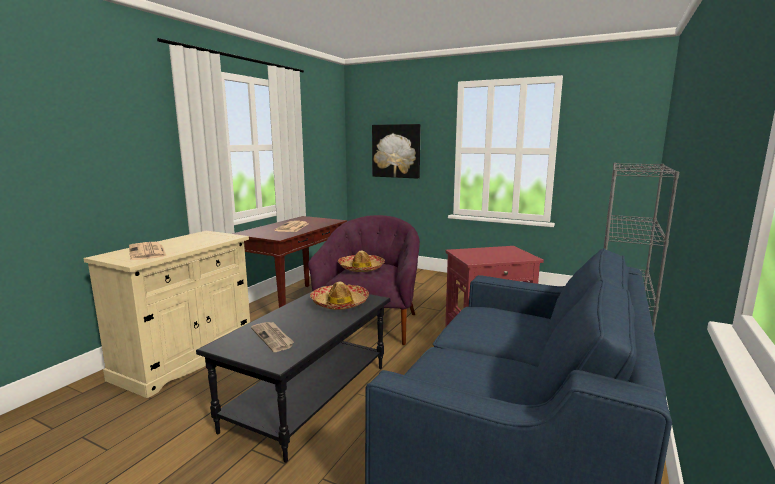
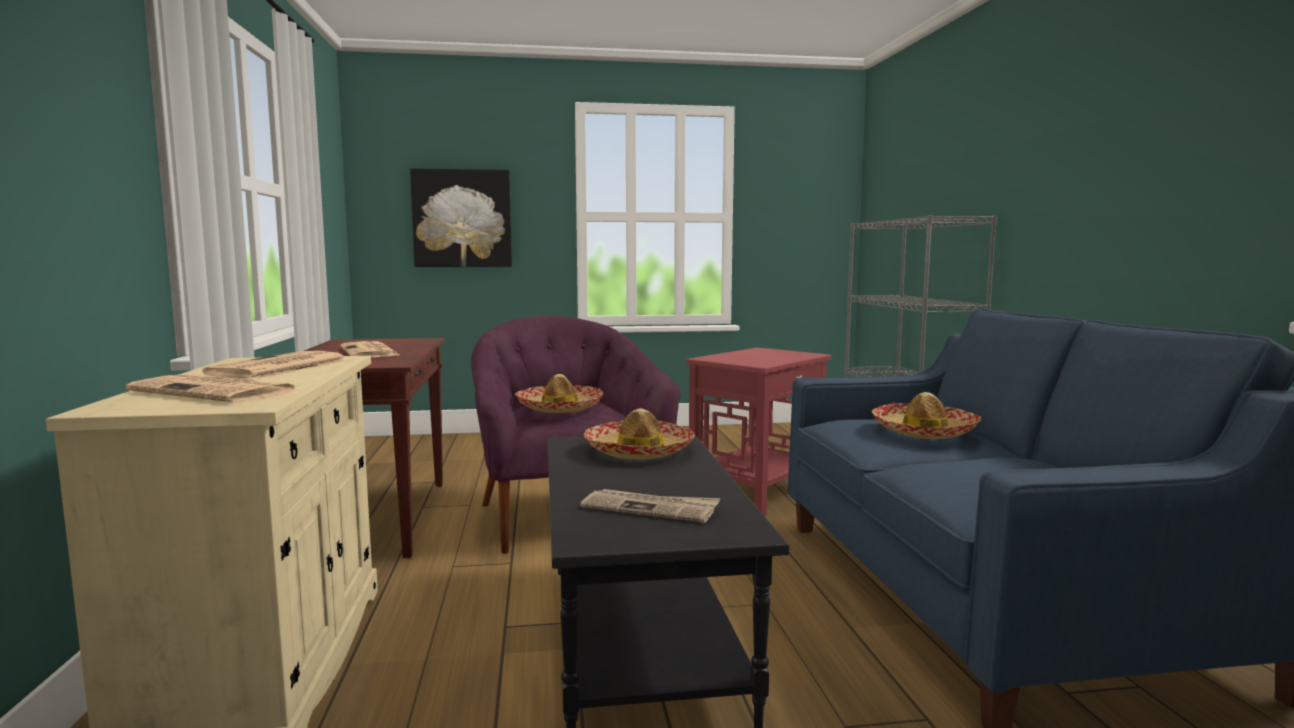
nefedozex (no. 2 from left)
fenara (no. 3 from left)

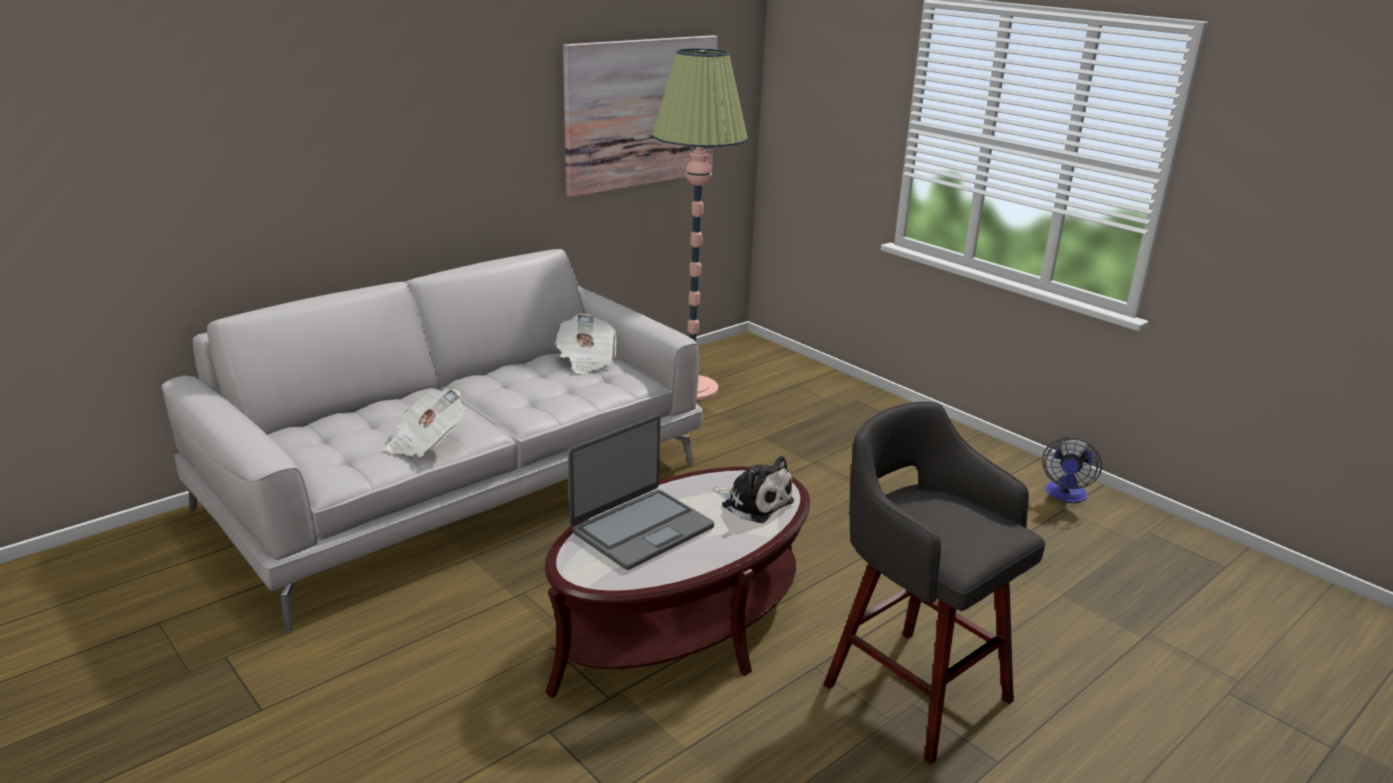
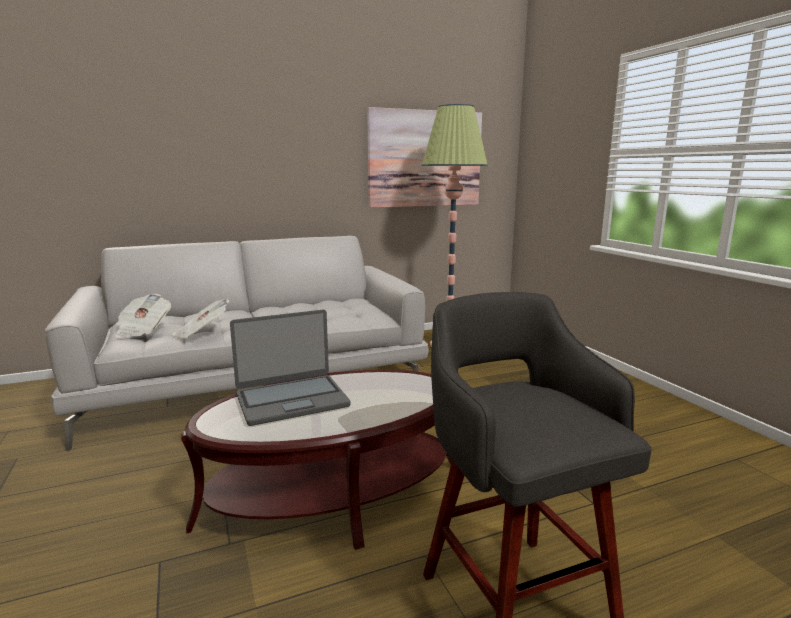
nefedozex (no. 1 from left)
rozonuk
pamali

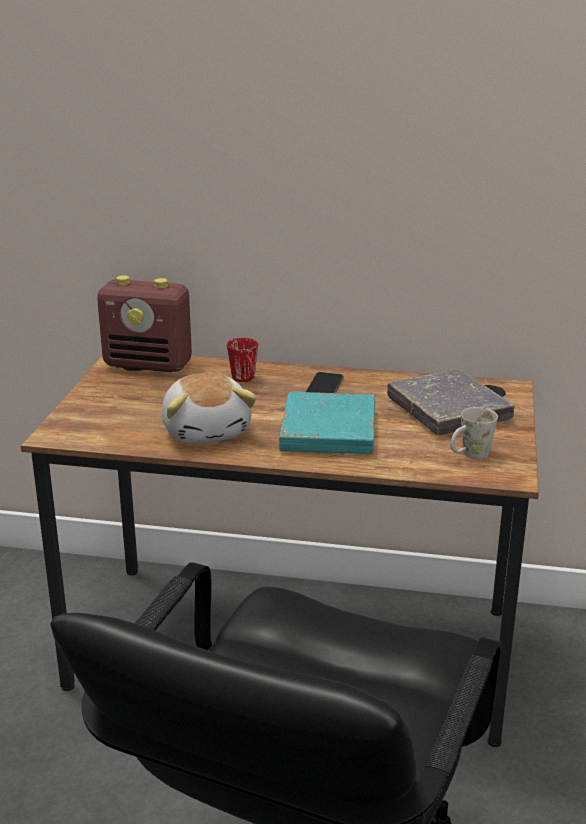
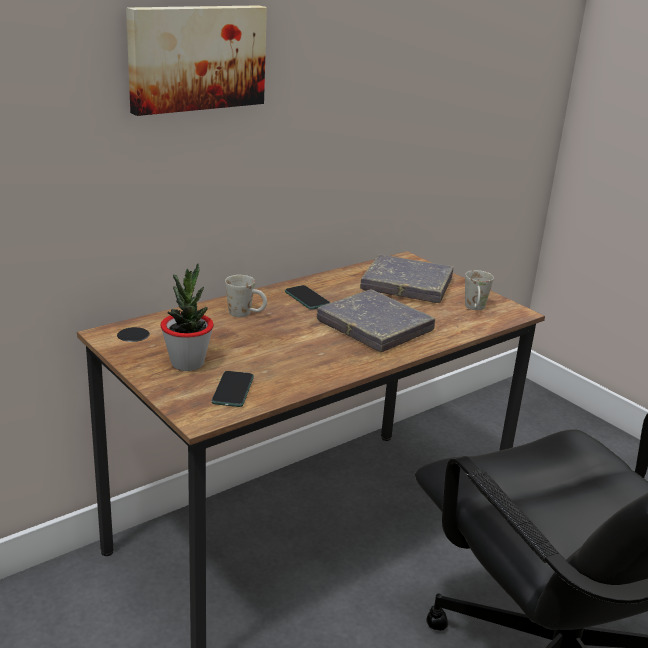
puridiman
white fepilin (no. 1 from left)
pamali
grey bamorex (no. 1 from left)
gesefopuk
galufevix
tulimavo (no. 1 from left)

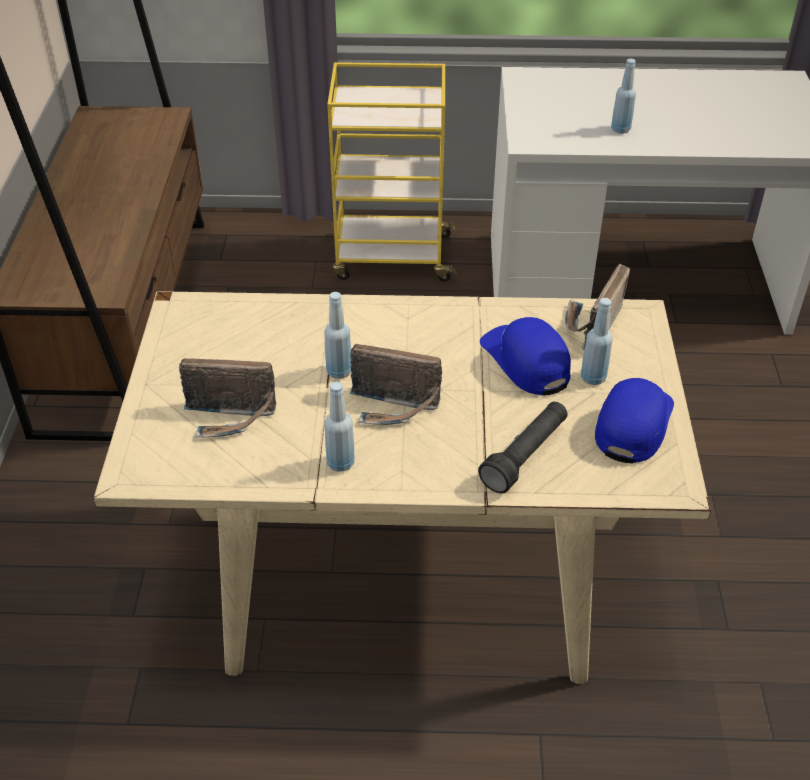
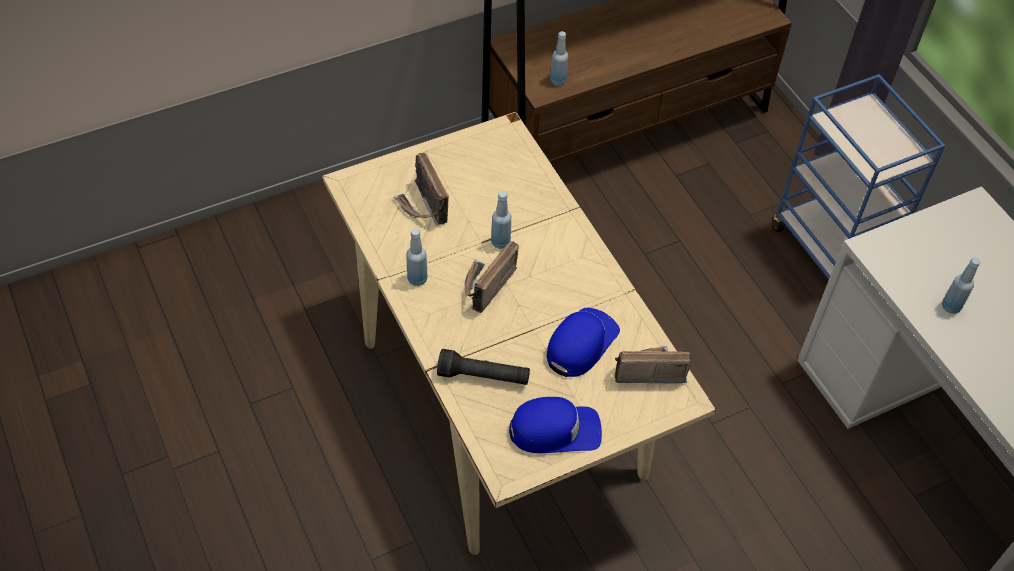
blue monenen
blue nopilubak (no. 3 from left)
puridiman (no. 2 from left)

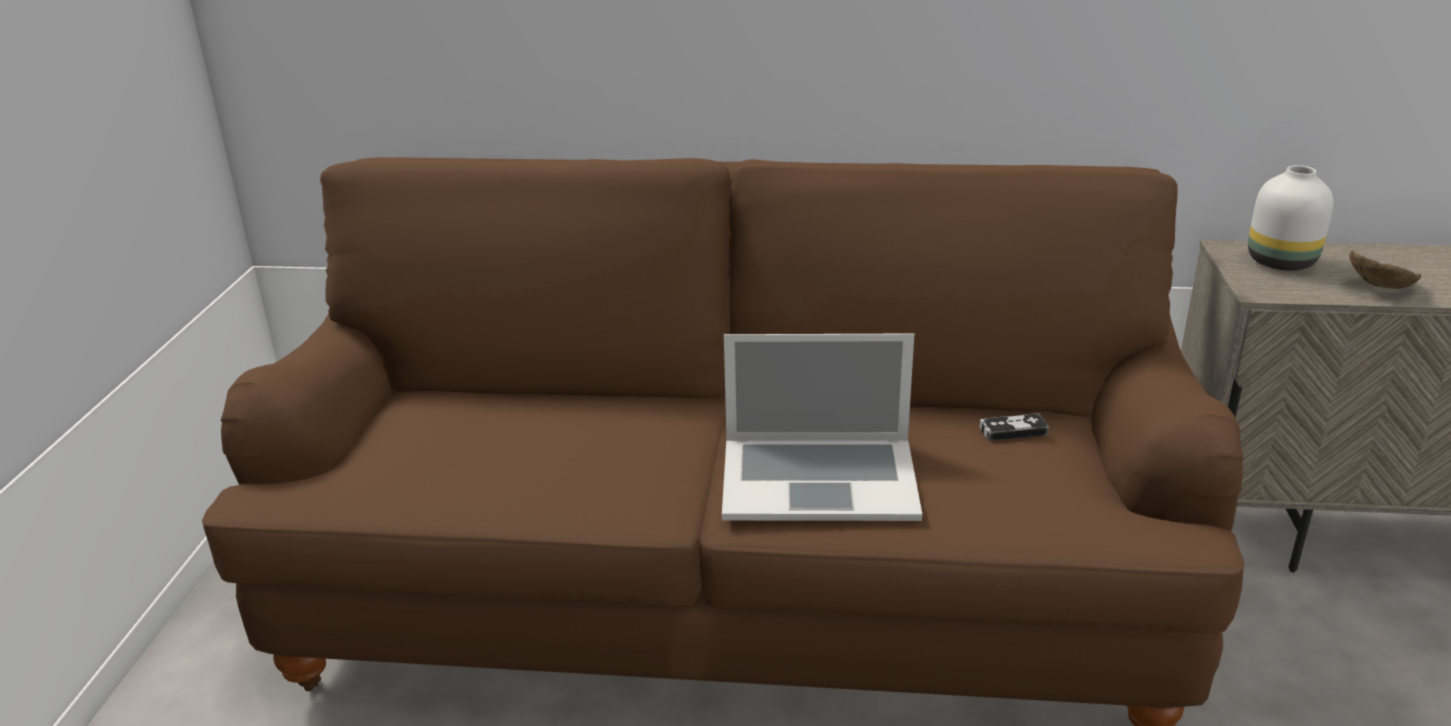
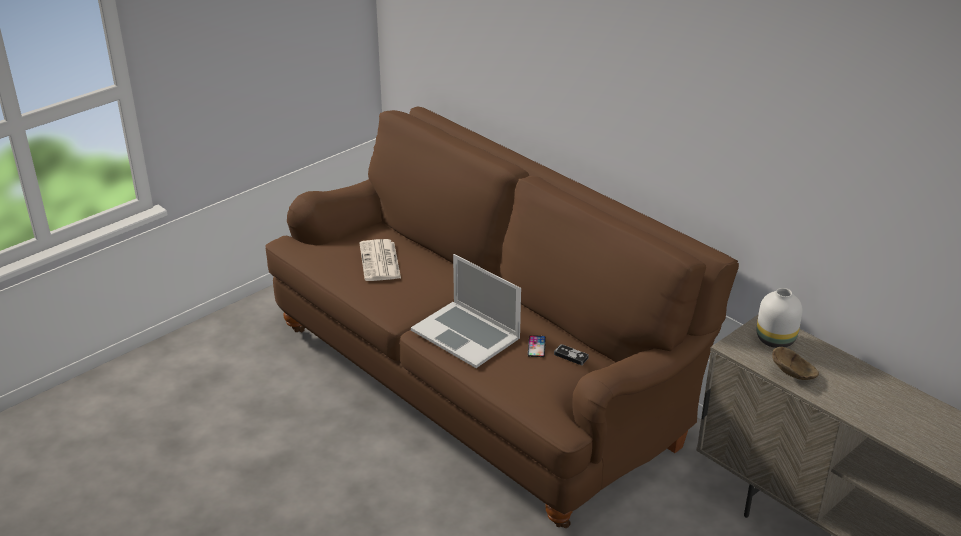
nefedozex
tulimavo

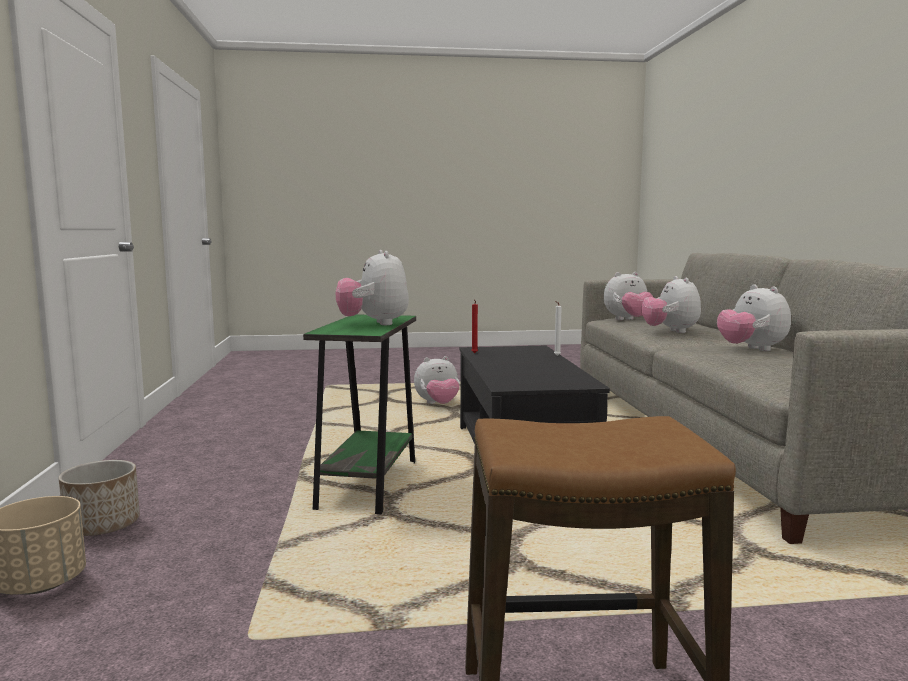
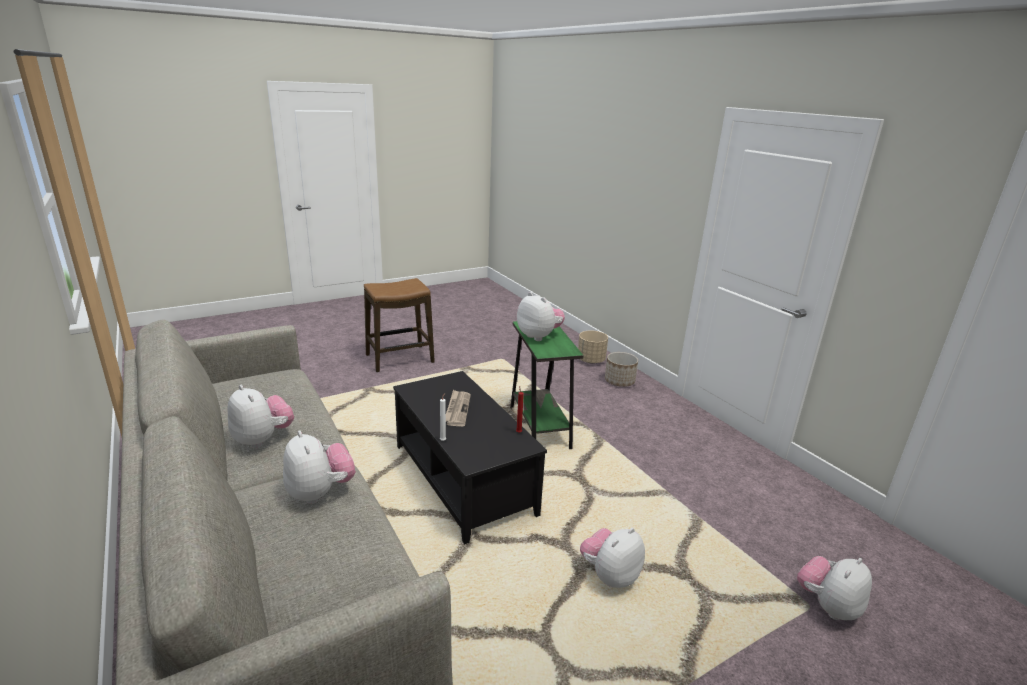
pamali (no. 5 from left)
nefedozex

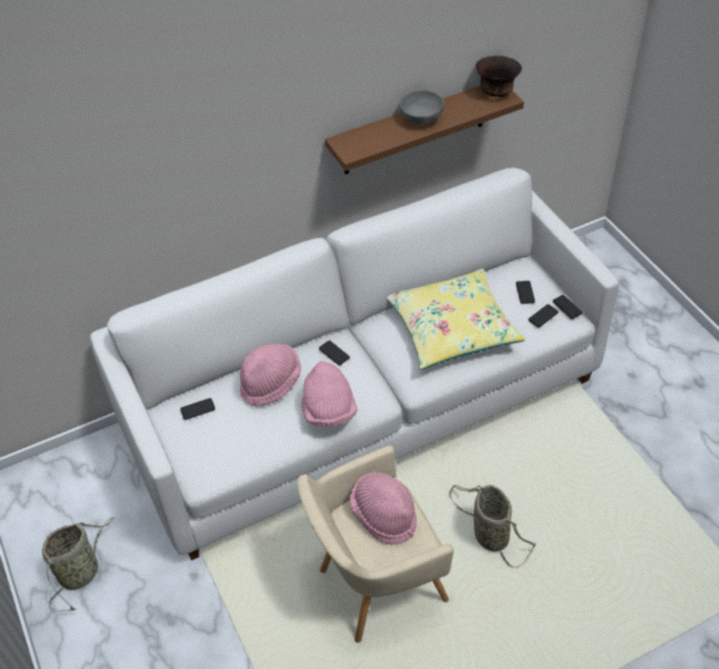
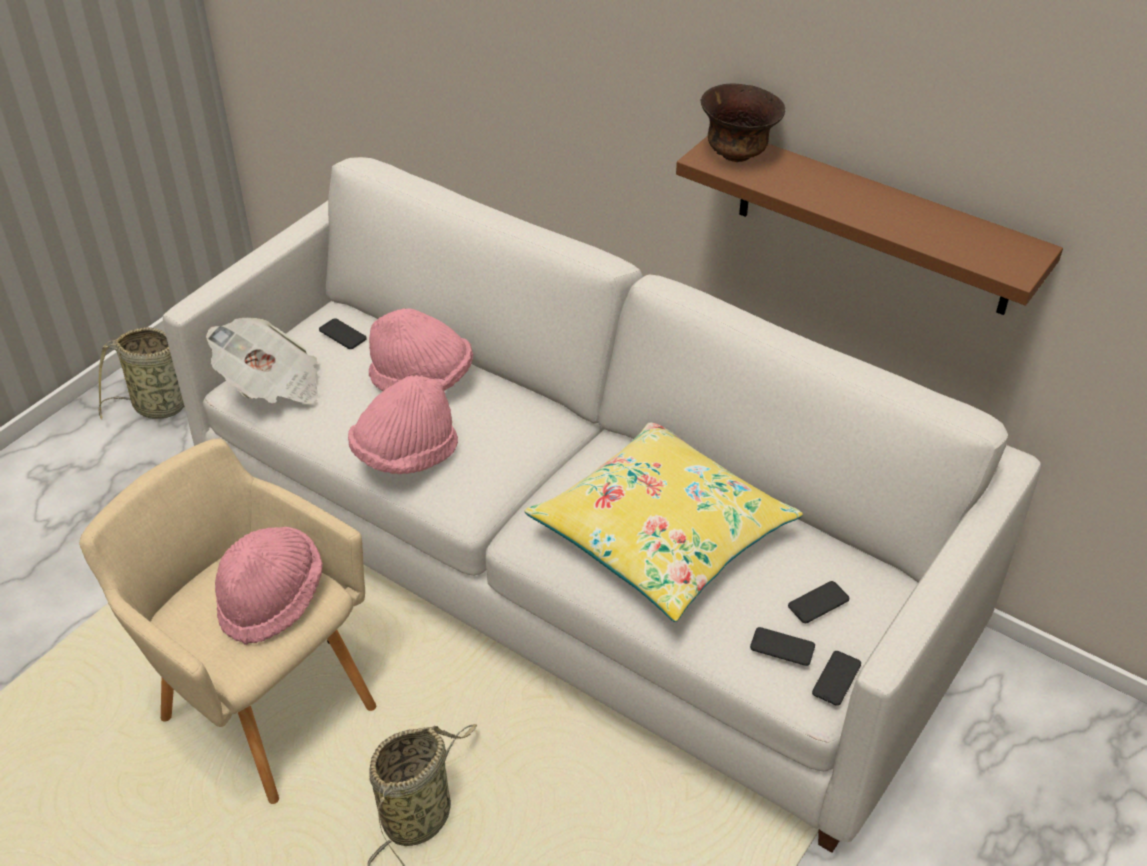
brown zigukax
grey zigukax
tulimavo (no. 2 from left in the first image)
nefedozex

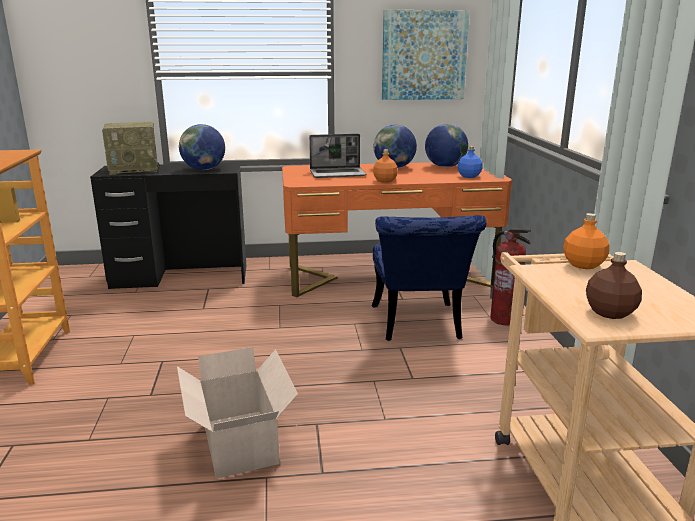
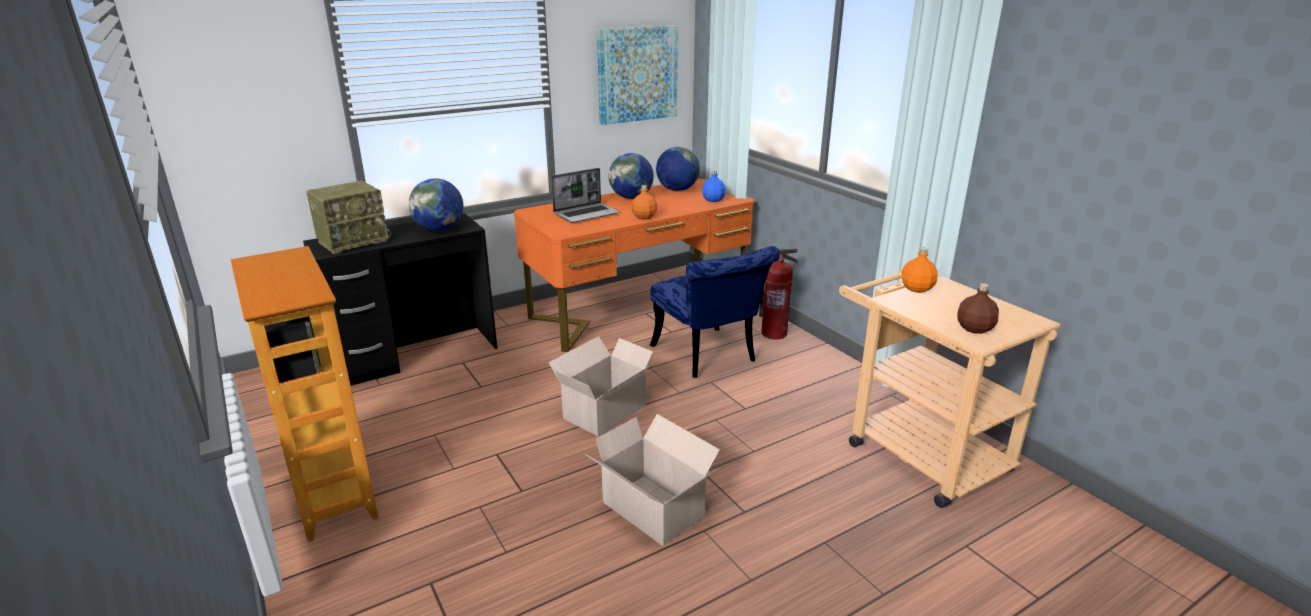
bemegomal (no. 1 from left)

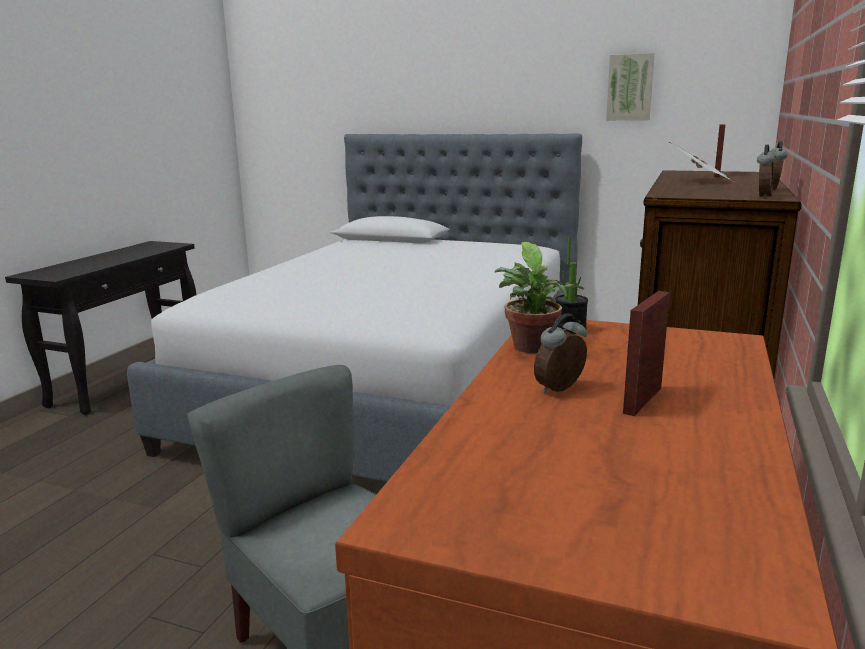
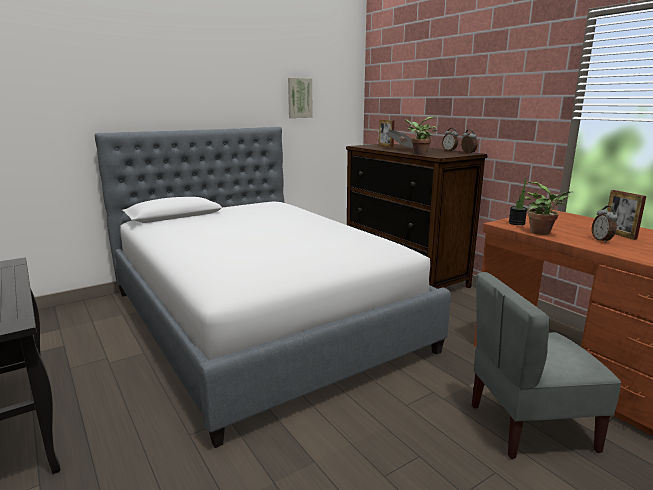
galufevix (no. 1 from left)

